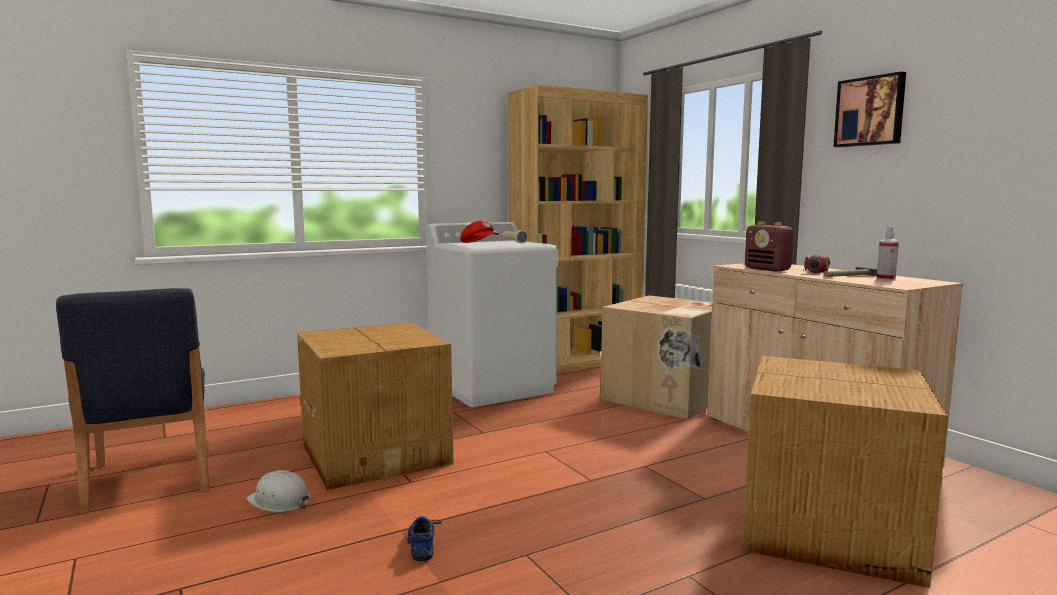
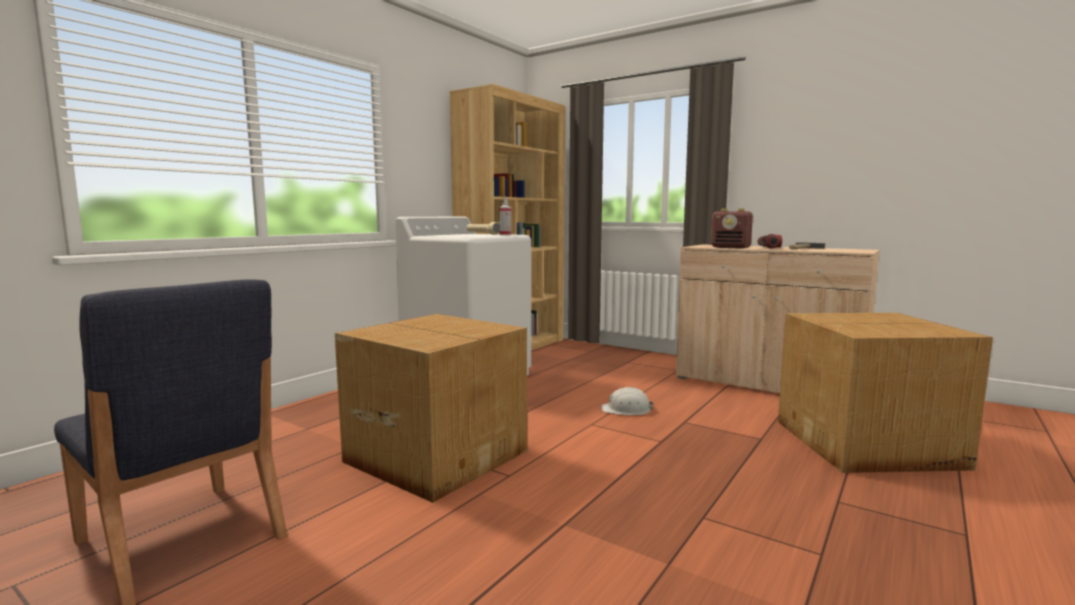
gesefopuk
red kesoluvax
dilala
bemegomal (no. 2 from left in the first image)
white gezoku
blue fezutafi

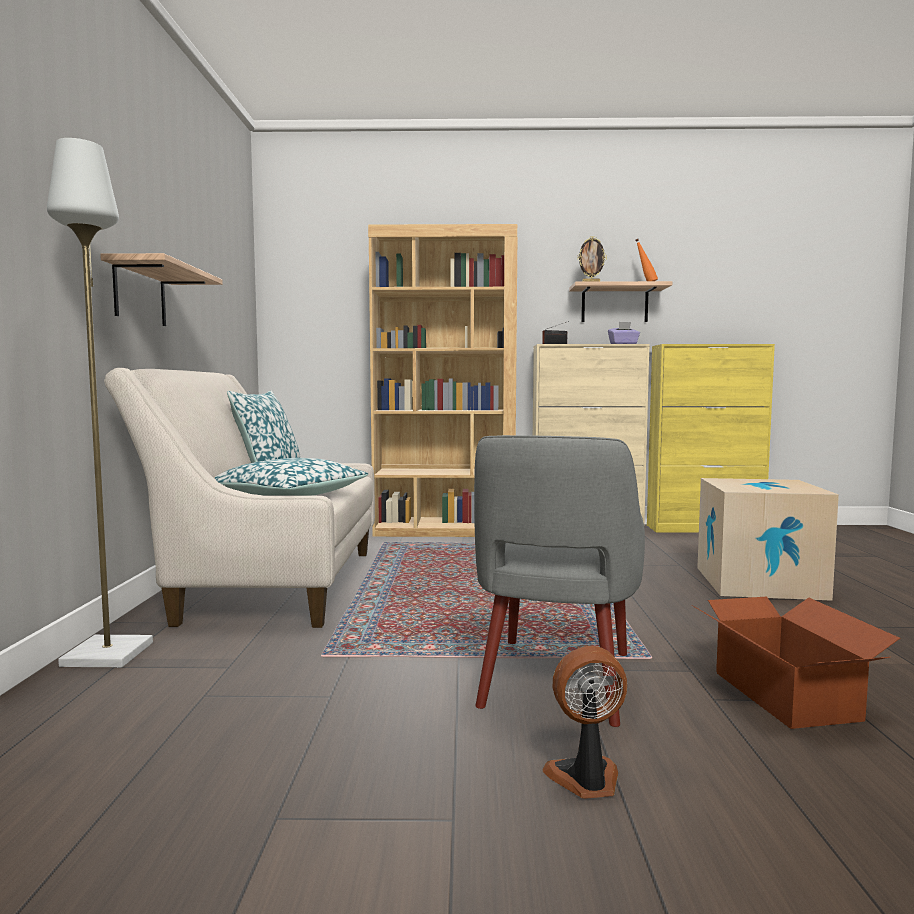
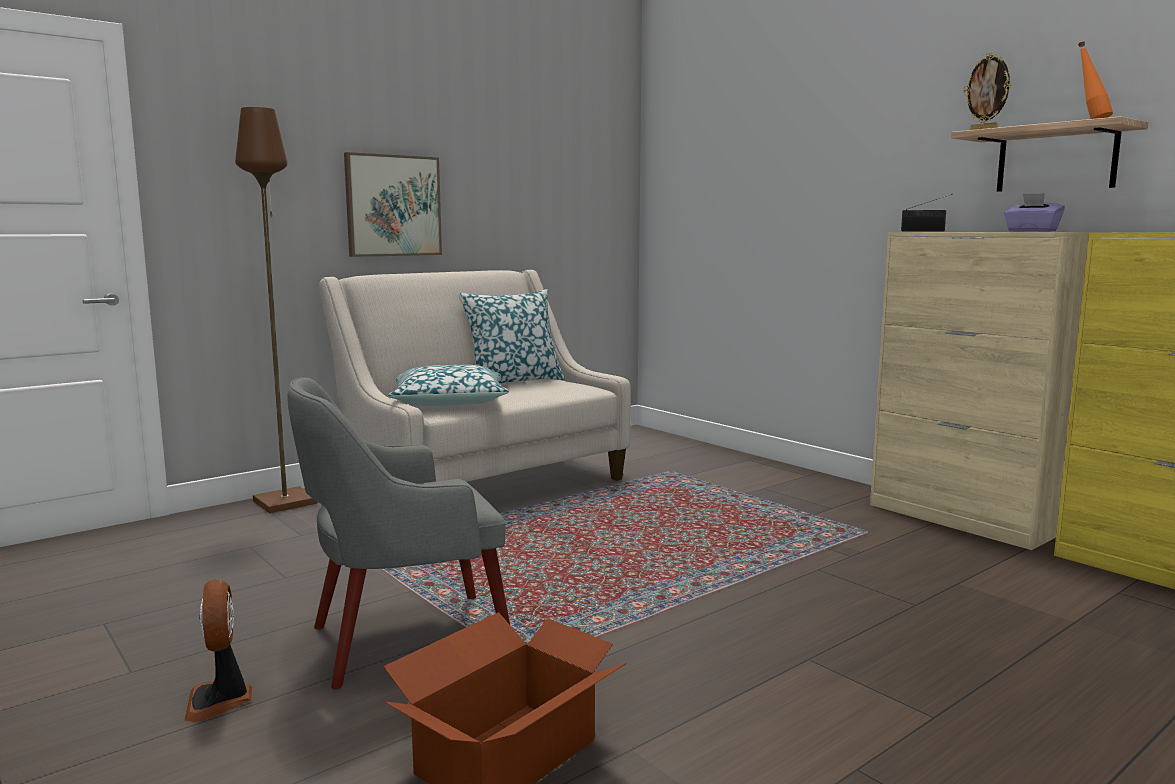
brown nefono
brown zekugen
gesefopuk
bemegomal (no. 1 from left in the first image)
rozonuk

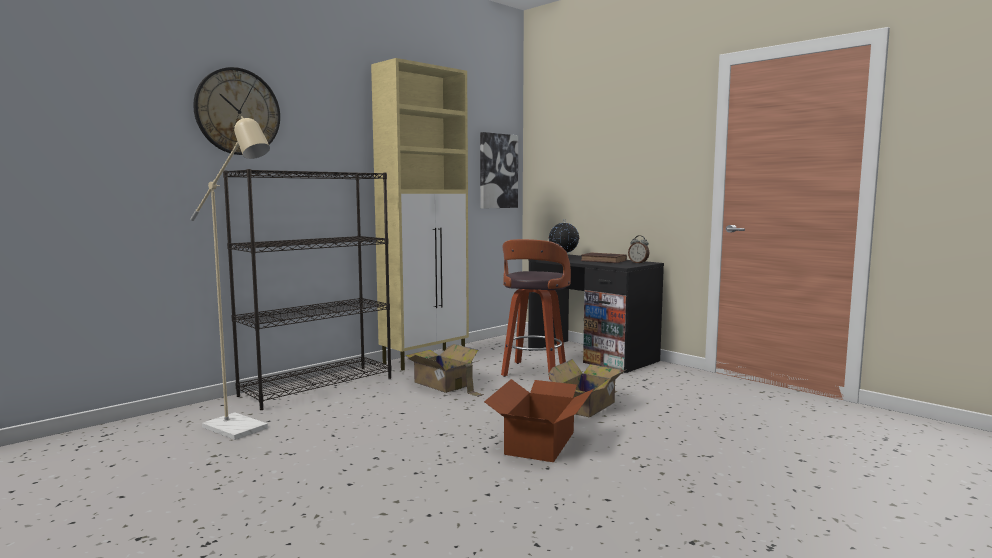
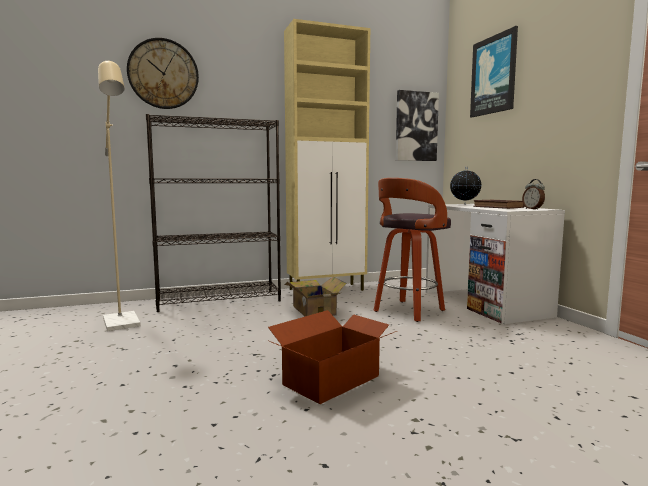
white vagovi
bemegomal (no. 3 from left in the first image)
gesefopuk (no. 2 from left)

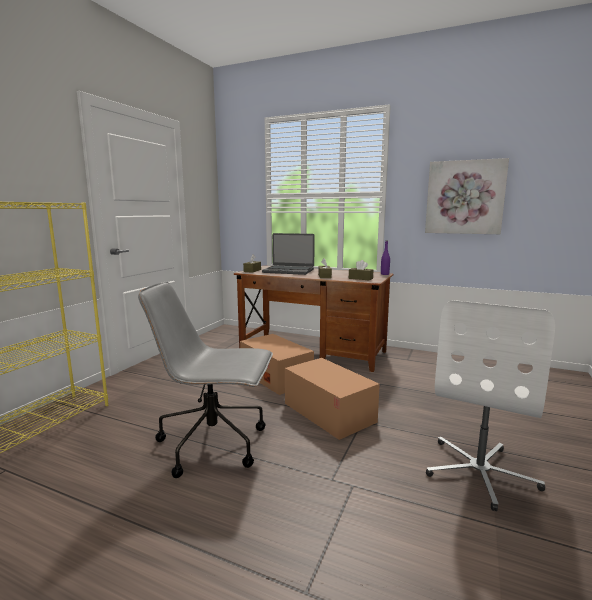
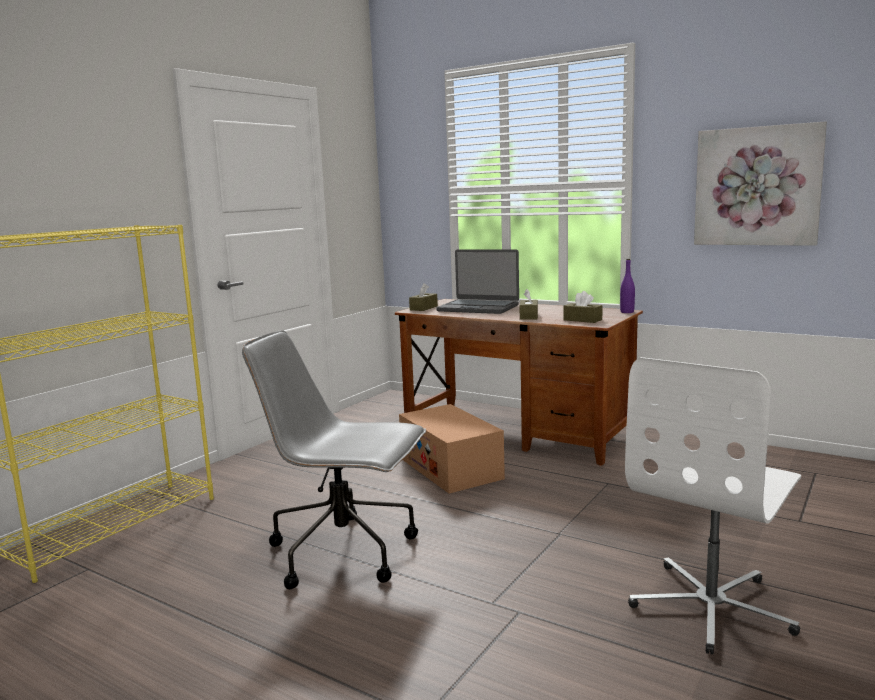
bemegomal (no. 2 from left in the first image)

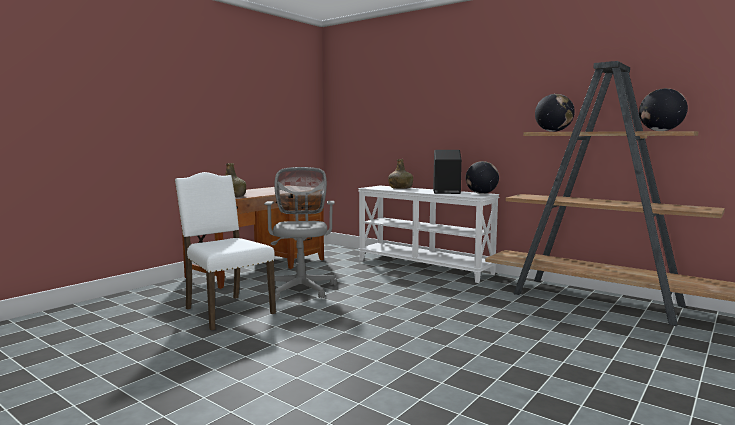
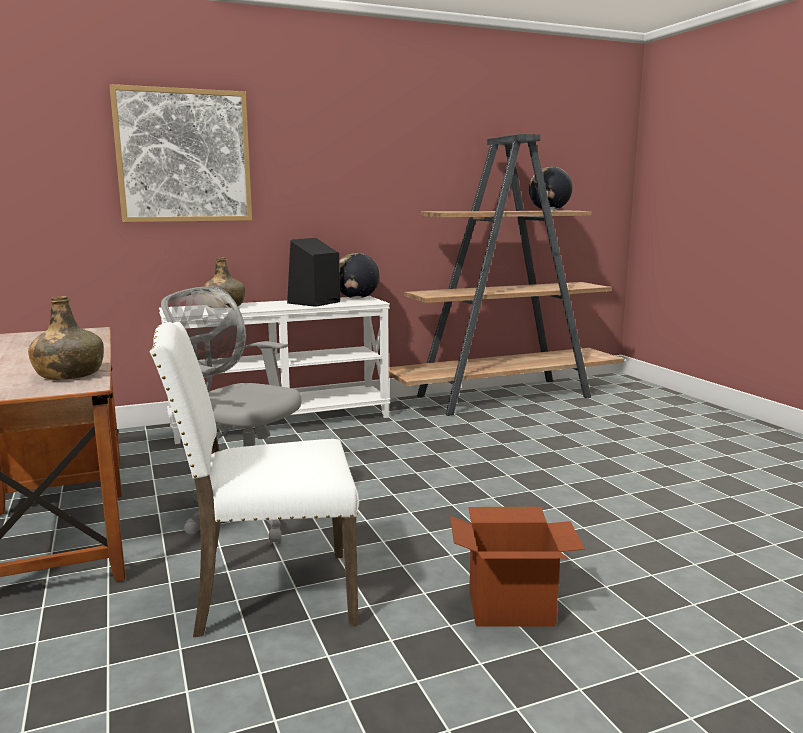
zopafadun (no. 2 from left in the first image)
gesefopuk
bemegomal

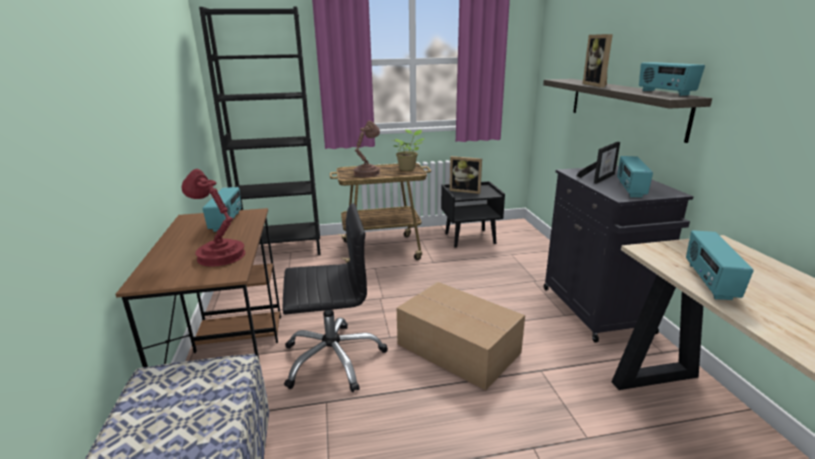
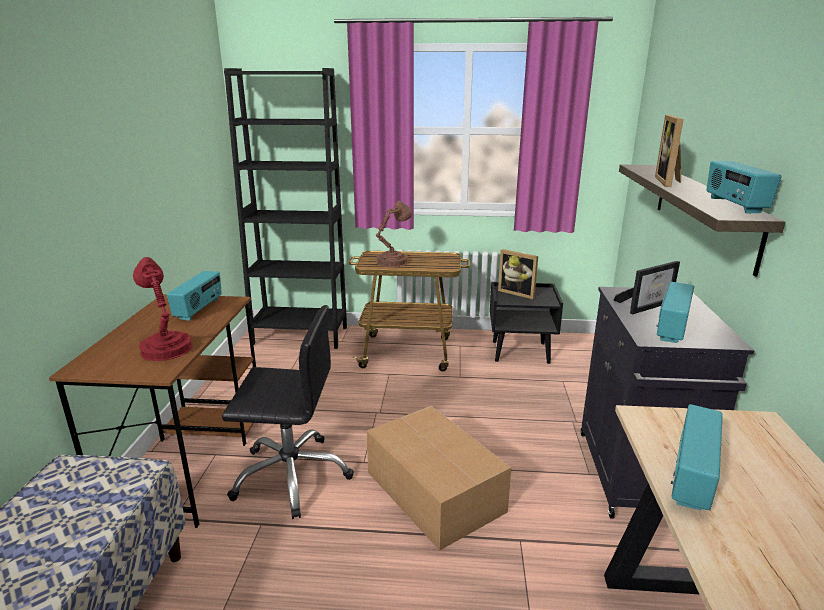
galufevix

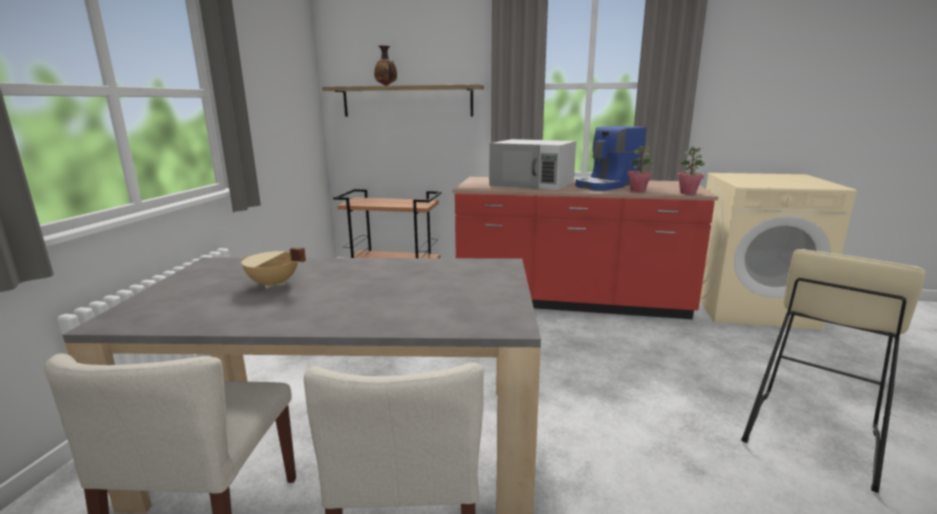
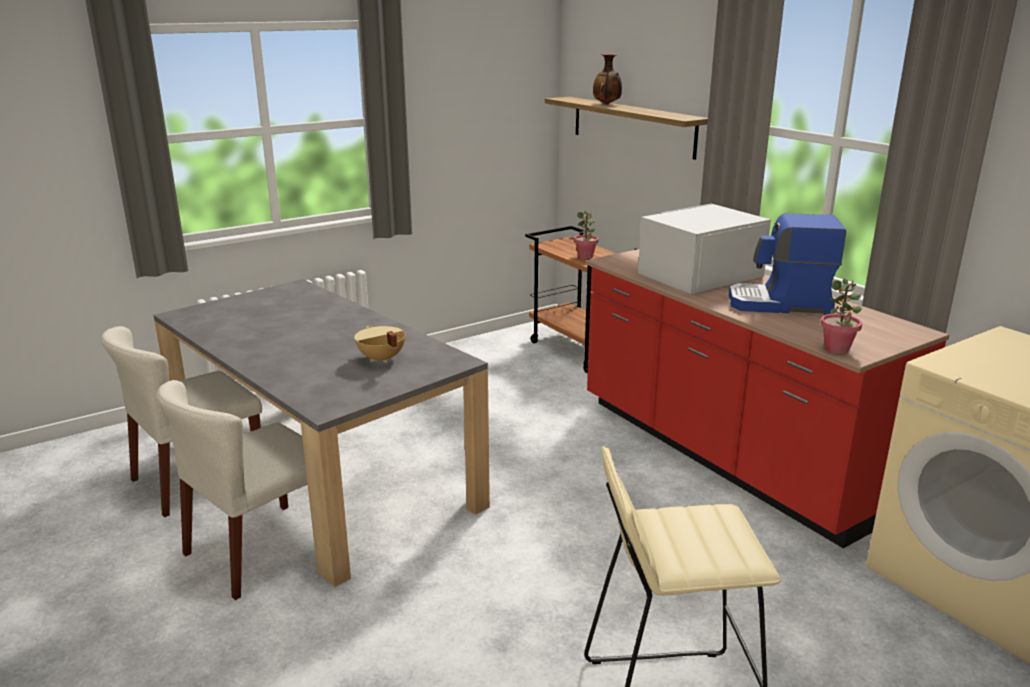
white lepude
galufevix (no. 1 from left)
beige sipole

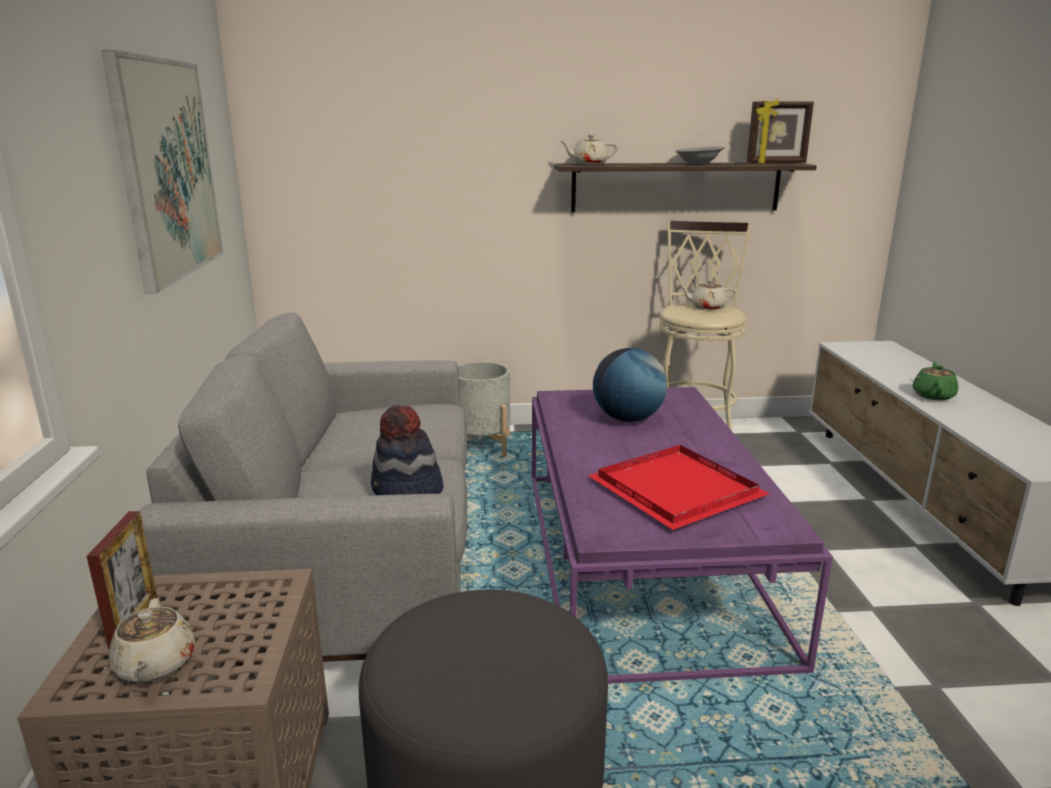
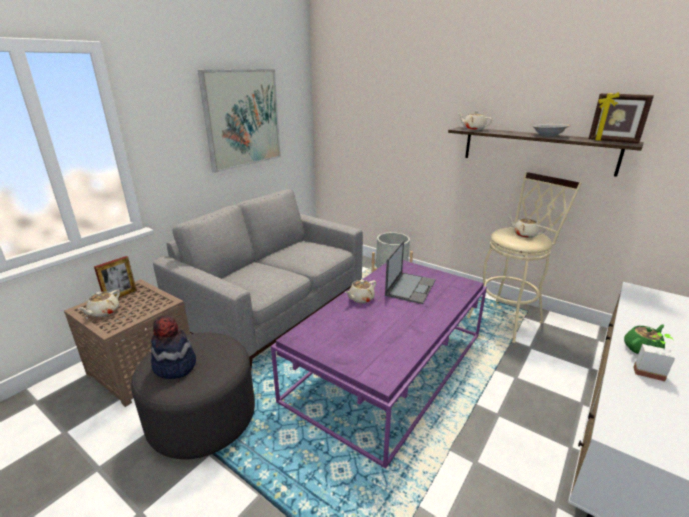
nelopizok
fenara
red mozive
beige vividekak (no. 2 from left)
galufevix

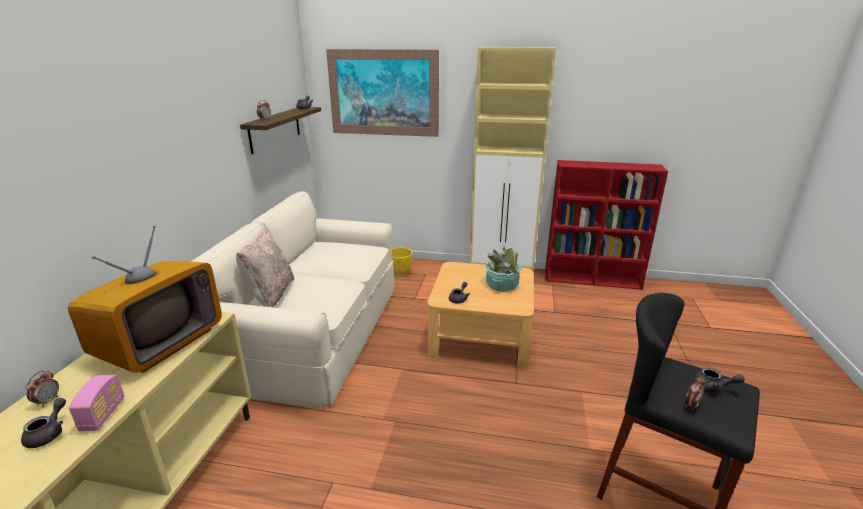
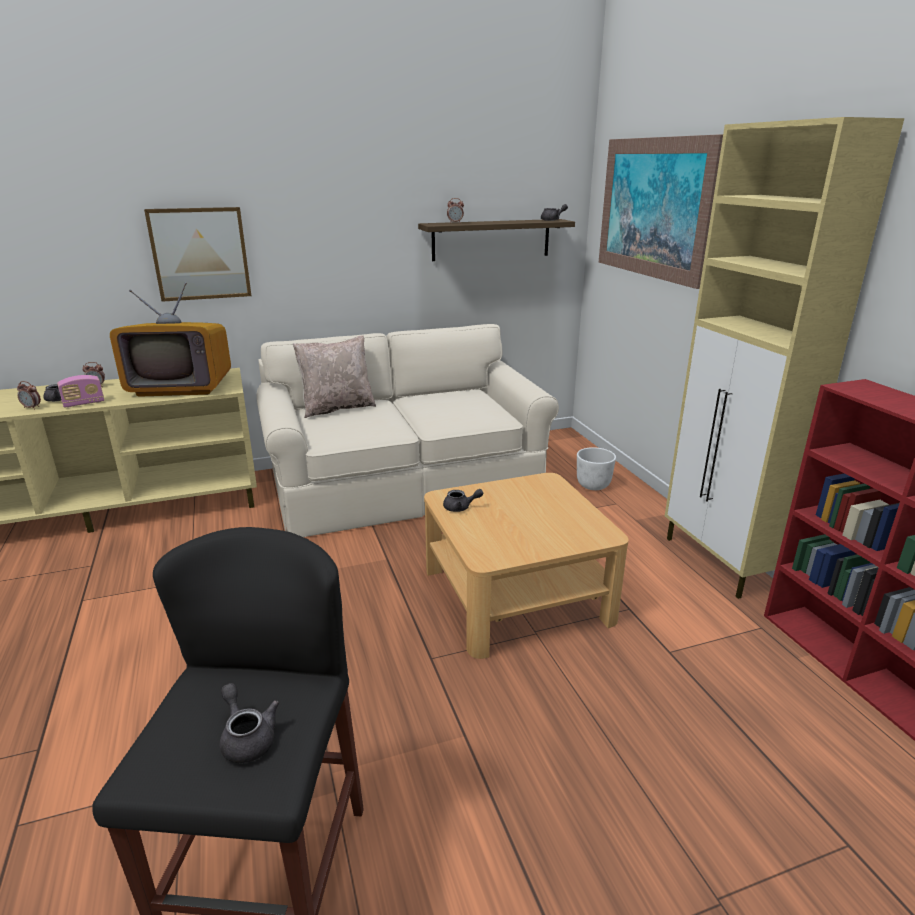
galufevix
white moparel
grey vividekak (no. 2 from left)
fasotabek (no. 1 from left)
gesefopuk (no. 1 from left)

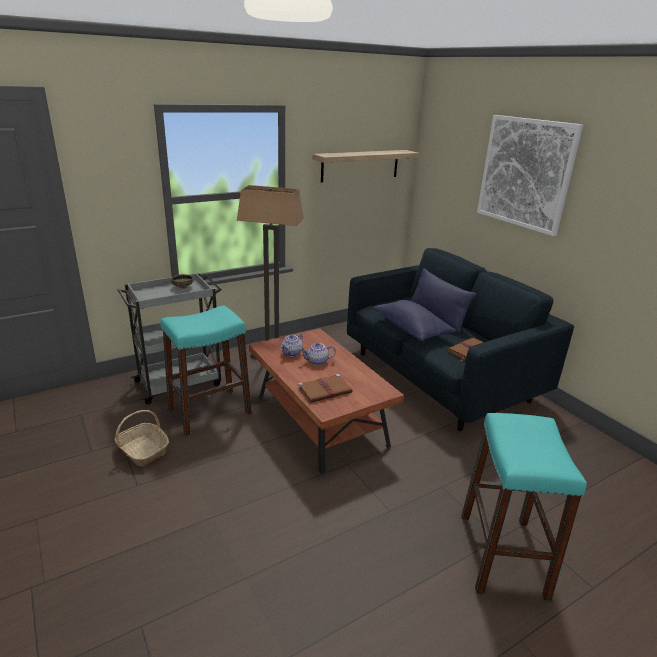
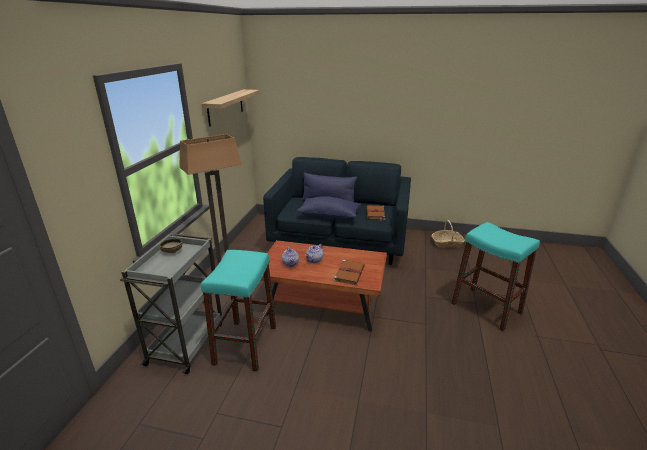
gesefopuk
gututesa

